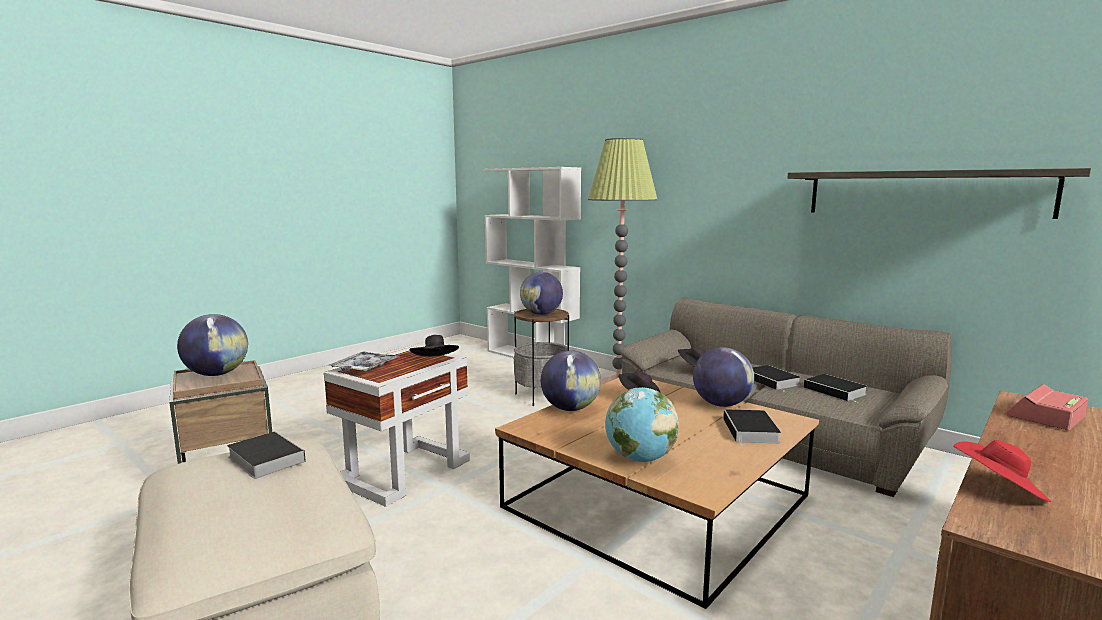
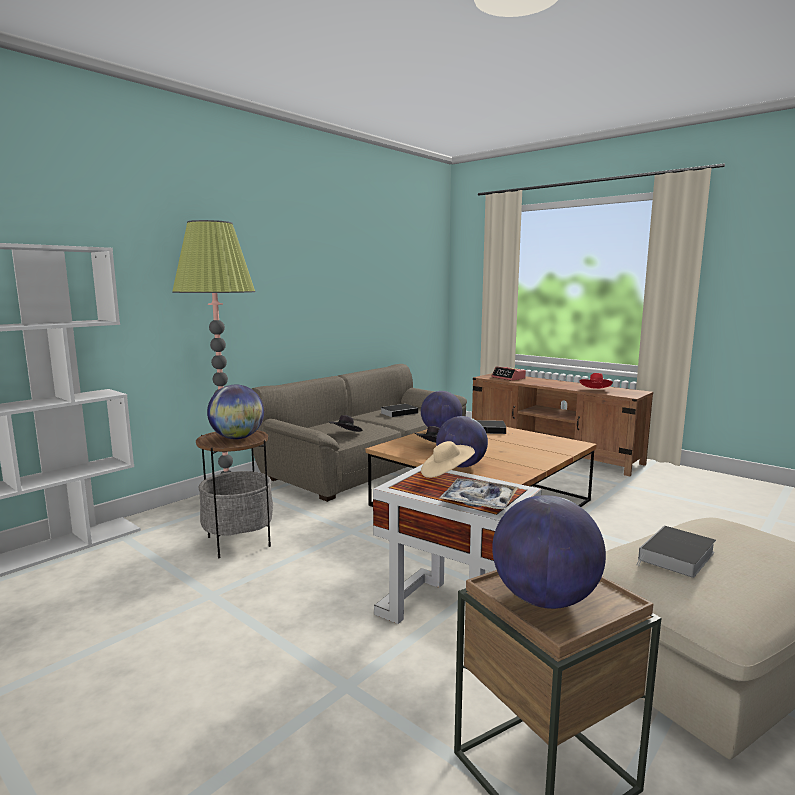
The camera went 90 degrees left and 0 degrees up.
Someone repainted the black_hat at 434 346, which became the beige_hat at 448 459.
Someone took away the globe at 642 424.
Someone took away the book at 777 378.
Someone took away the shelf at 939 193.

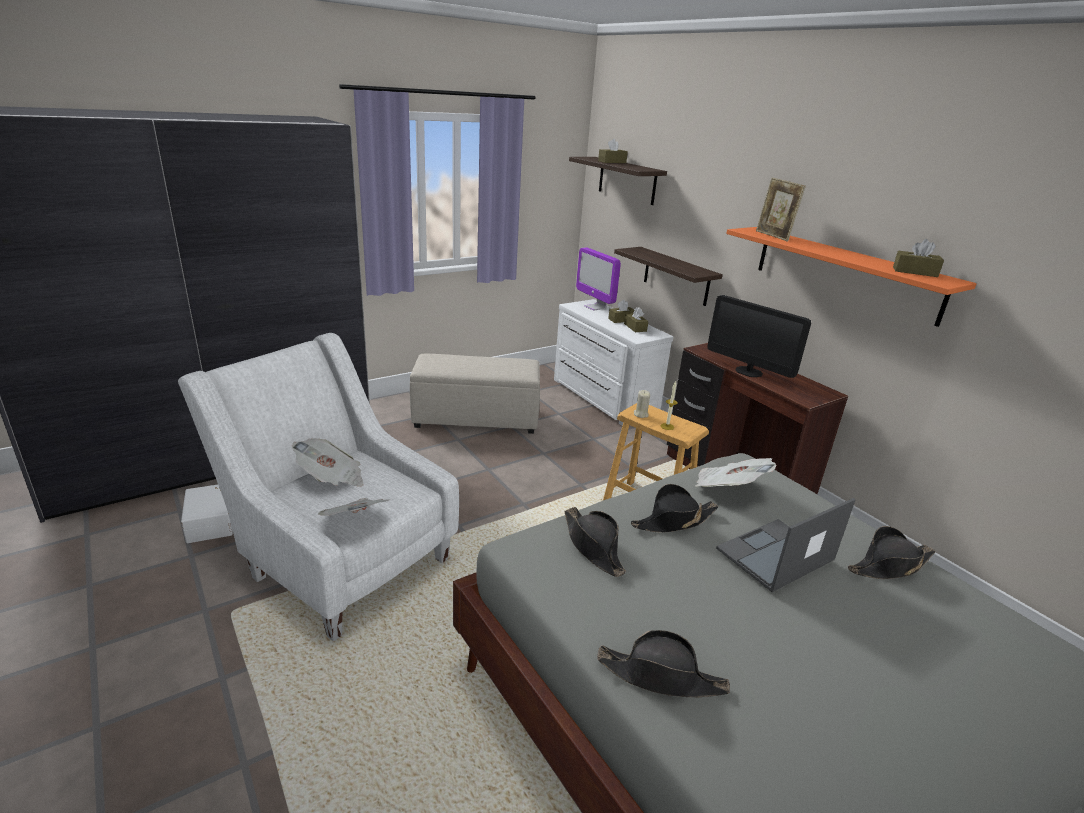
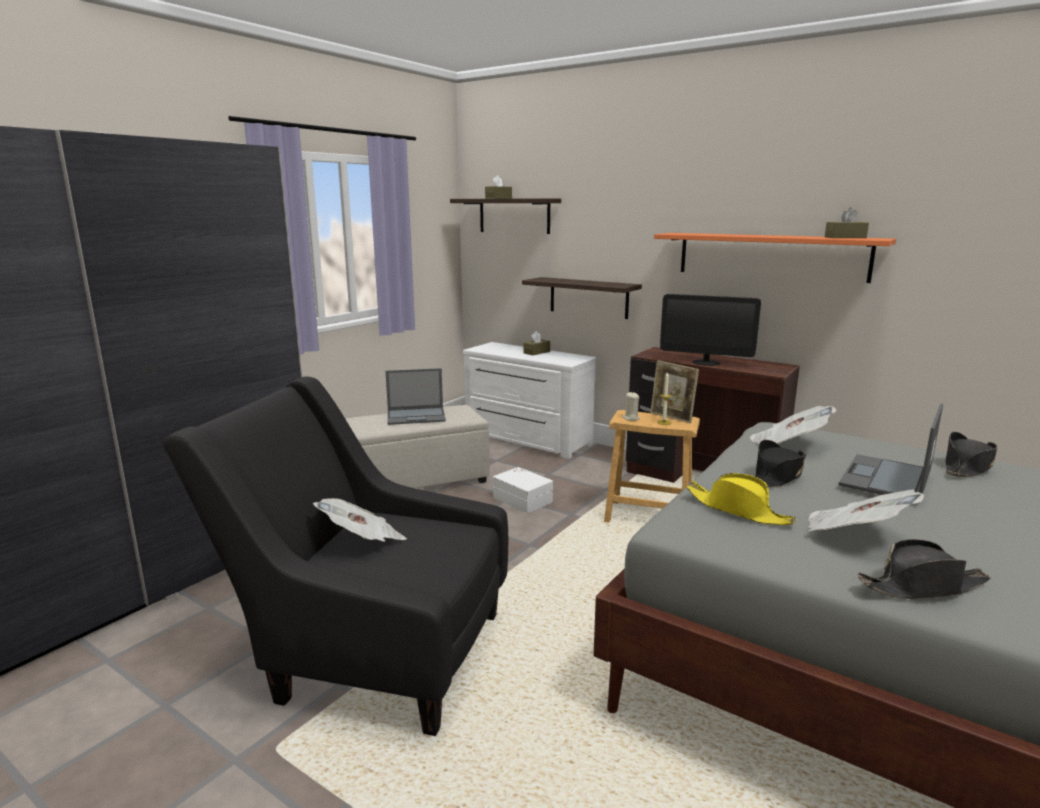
The camera went 20 degrees left and 10 degrees down.
Someone repainted the white_armchair at 318 487, which became the black_armchair at 335 556.
Someone carried the white_storage_box from 207 514 to 523 490.
Someone carried the newspaper from 354 507 to 866 510.
Someone repainted the black_hat at 595 542, which became the yellow_hat at 741 499.
Someone took away the monitor at 598 279.
Someone took away the brown_tissue_box at 636 319.
Someone carried the picture_frame from 781 209 to 674 391.
Someone put down the laptop at 415 396.

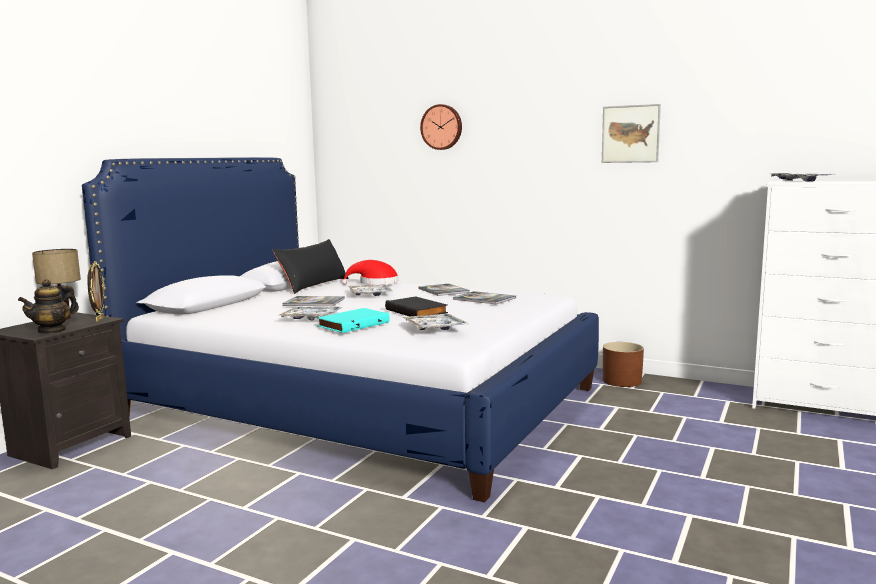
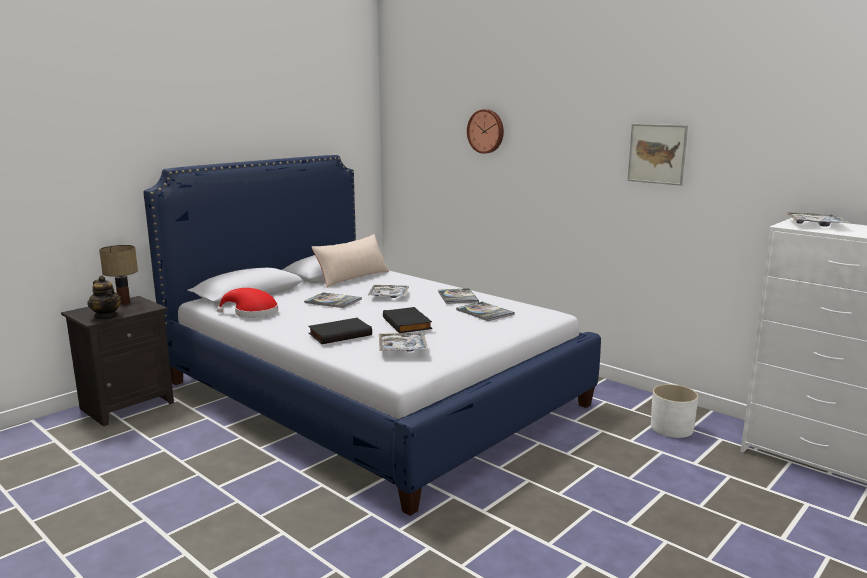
The camera went 15 degrees right and 5 degrees up.
Someone rotated the teapot at 48 306 by 90 degrees counterclockwise.
Someone took away the picture_frame at 96 291.
Someone repainted the black_pillow at 311 266, which became the beige_pillow at 350 261.
Someone took away the tray at 311 314.
Someone repainted the turquoise_book at 353 320, which became the black_book at 340 331.
Someone carried the red_hat from 370 272 to 247 303.
Someone took away the brown_planter at 623 364.
Someone put down the white_planter at 674 411.

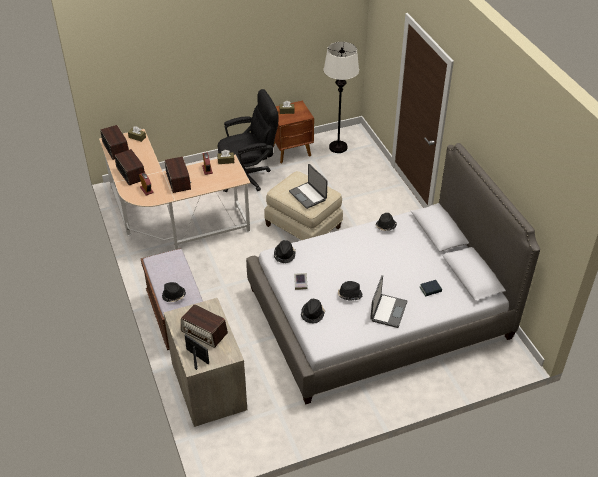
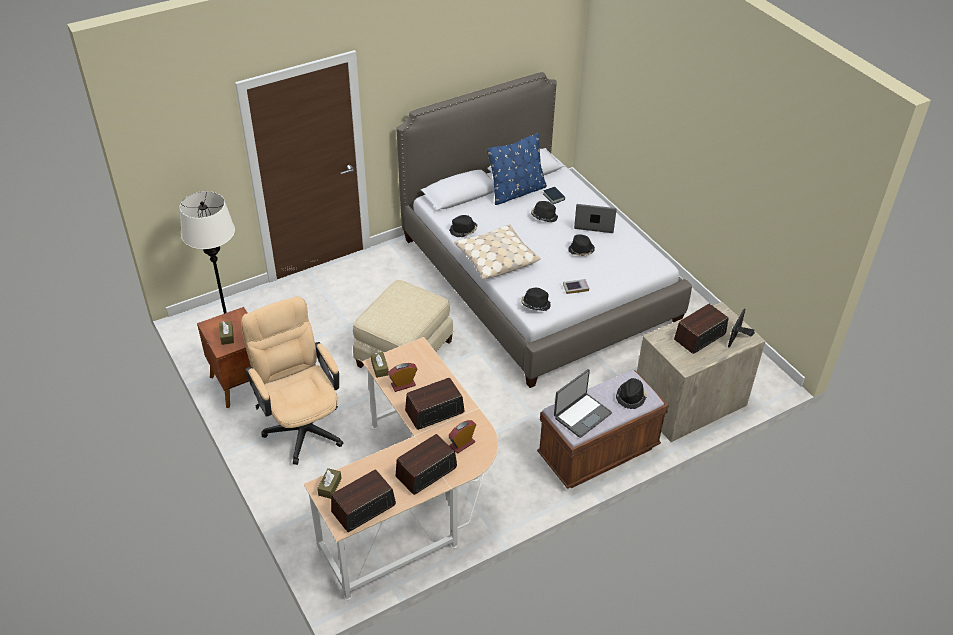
The camera went 100 degrees left and 0 degrees up.
Someone rotated the radio at 204 326 by 150 degrees counterclockwise.
Someone repainted the black_office_chair at 248 140, which became the beige_office_chair at 292 380.
Someone carried the laptop from 308 186 to 583 403.
Someone carried the black_hat from 313 311 to 544 212.
Someone put down the beige_pillow at 497 251.
Someone put down the blue_pillow at 517 169.

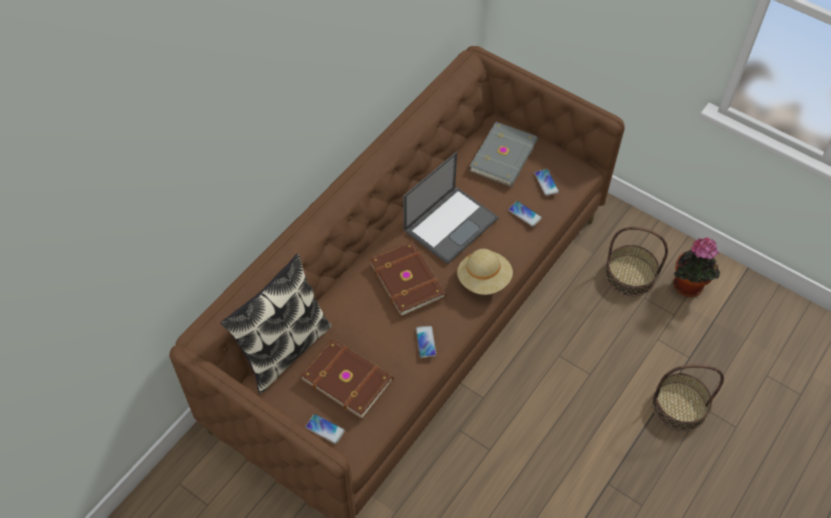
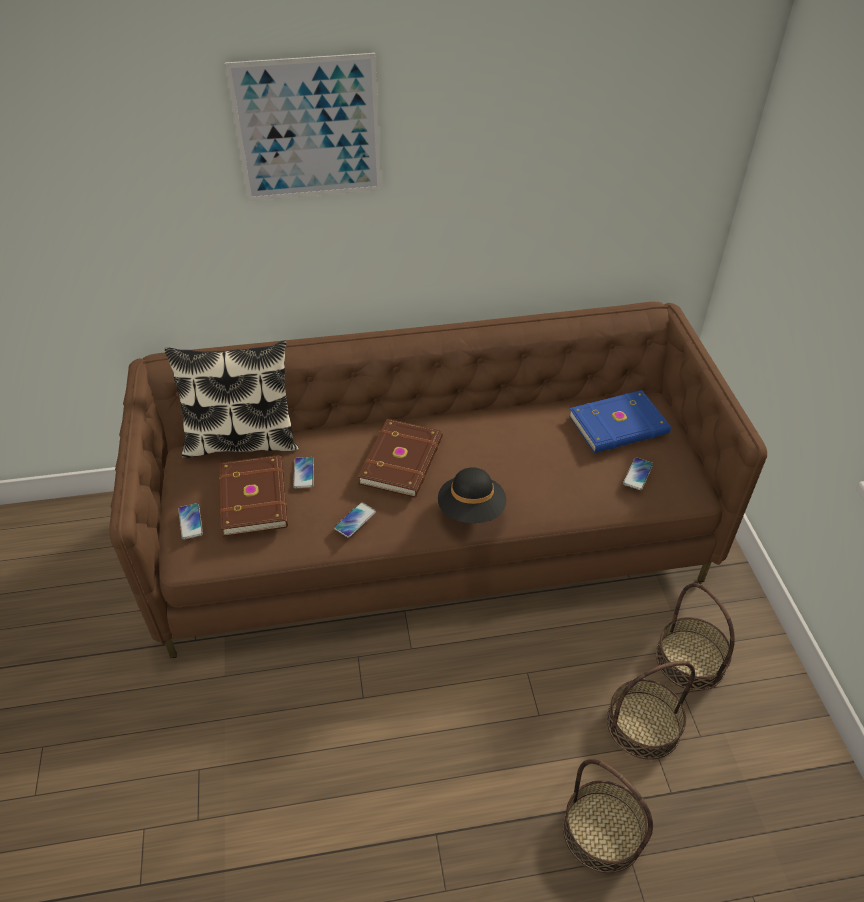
The camera went 45 degrees right and 10 degrees down.
Someone took away the laptop at 450 208.
Someone repainted the beige_hat at 485 272, which became the black_hat at 472 495.
Someone repainted the grey_book at 503 154, which became the blue_book at 620 421.
Someone carried the phone from 525 214 to 303 472.
Someone took away the potted_plant at 696 267.
Someone put up the picture at 303 127.
Someone put down the basket at 651 710.

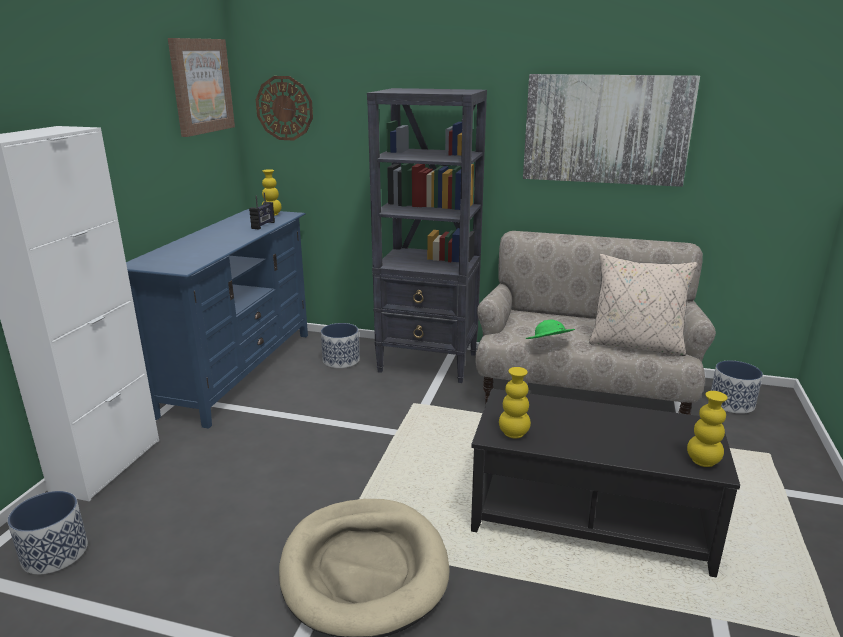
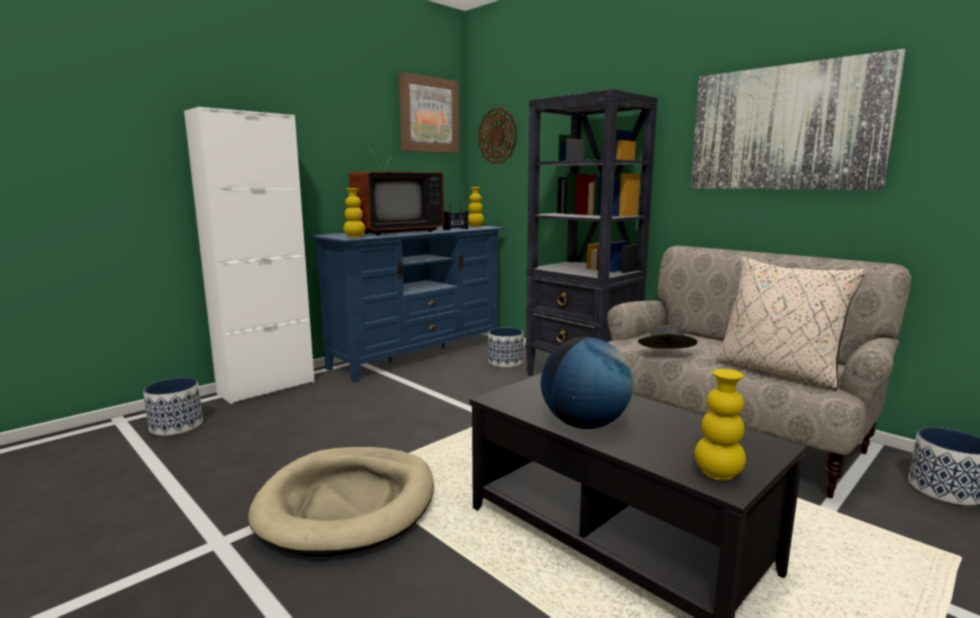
The camera went 30 degrees right and 10 degrees down.
Someone carried the yellow_vase from 515 403 to 354 213.
Someone repainted the green_hat at 550 329, which became the grey_hat at 668 337.
Someone put down the television at 396 189.
Someone put down the globe at 587 383.

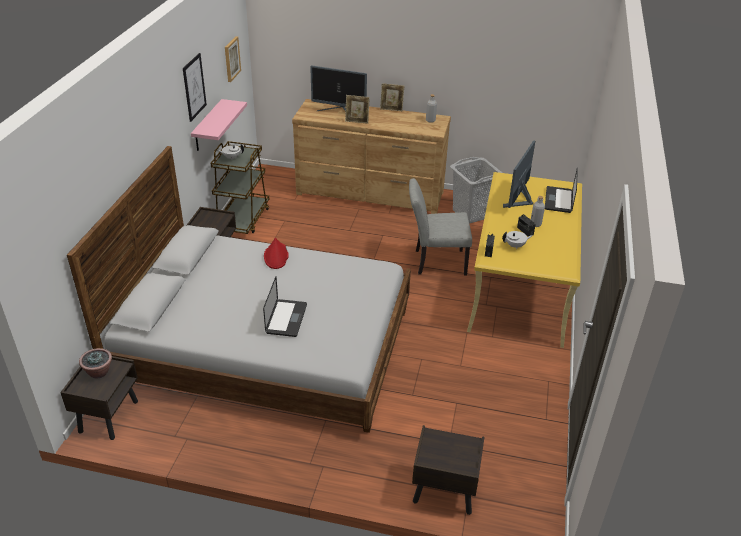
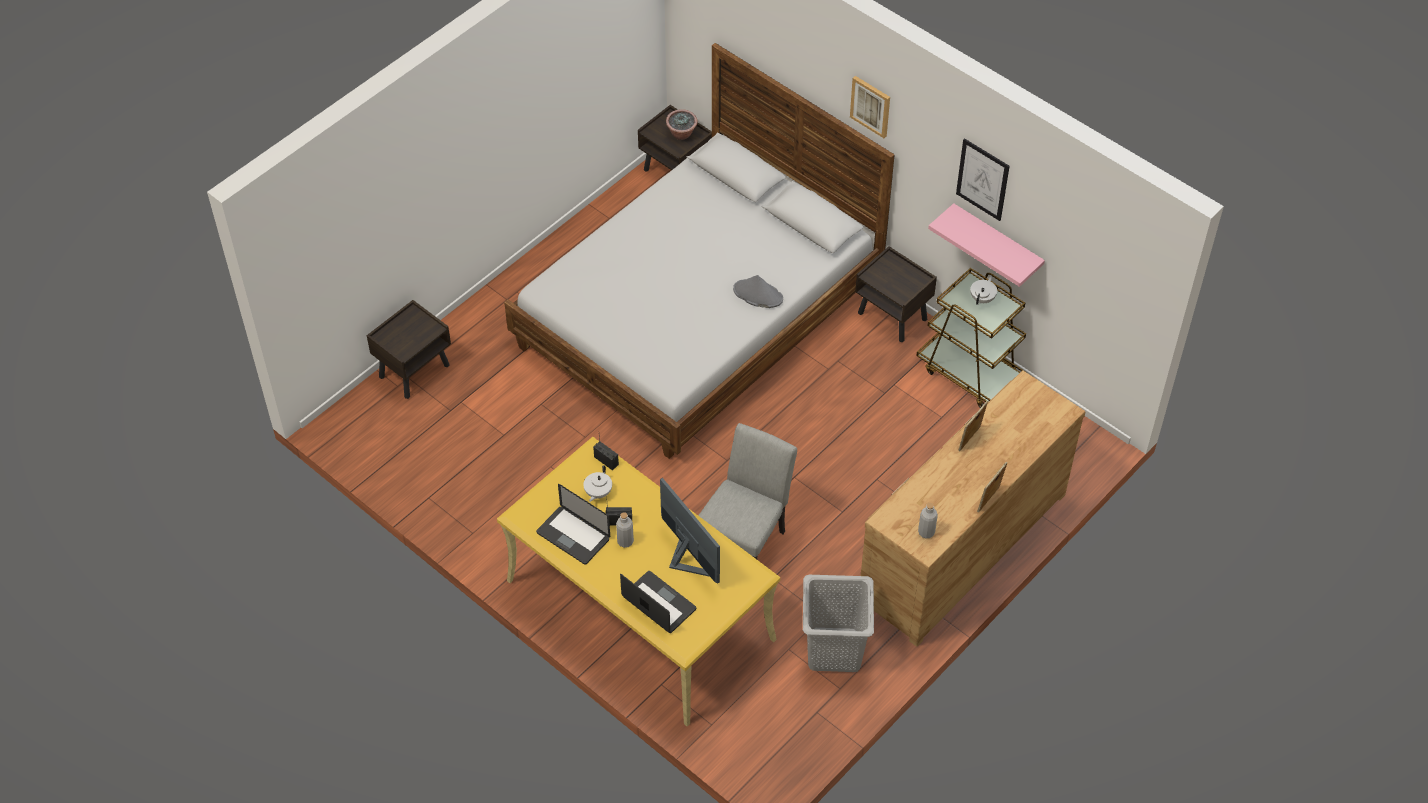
The camera went 120 degrees right and 15 degrees up.
Someone carried the picture from 233 59 to 870 107.
Someone carried the laptop from 285 307 to 573 524.
Someone repainted the red_hat at 276 253, which became the grey_hat at 758 291.
Someone took away the monitor at 338 88.

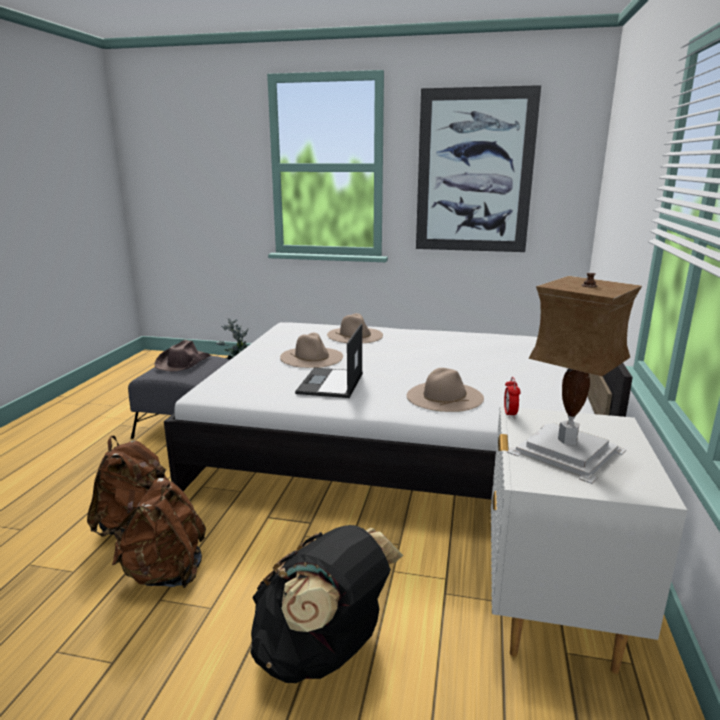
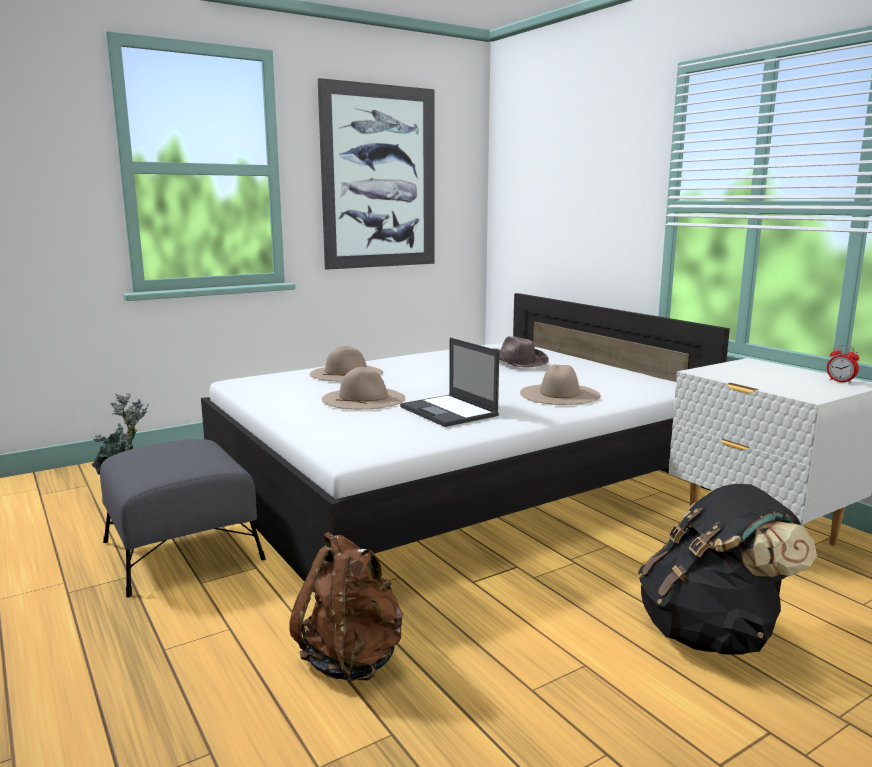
The camera went 45 degrees left and 5 degrees down.
Someone took away the brown_backpack at 159 533.
Someone carried the brown_hat from 182 355 to 521 351.
Someone carried the alarm_clock from 512 397 to 843 364.
Someone took away the table_lamp at 574 378.

